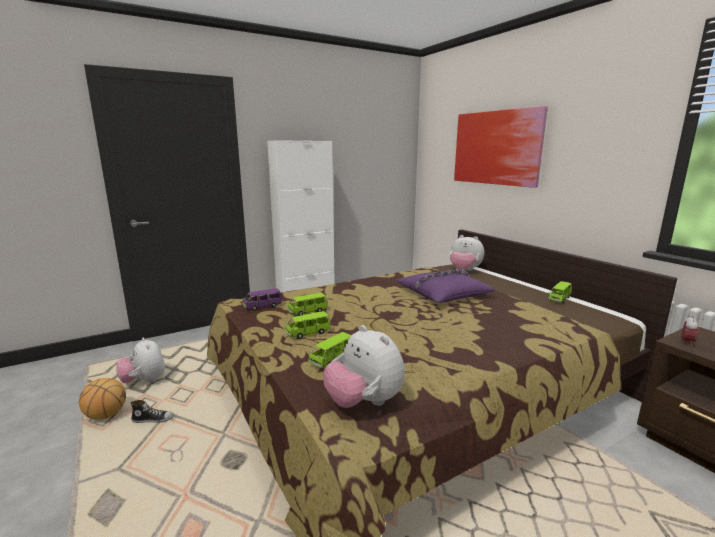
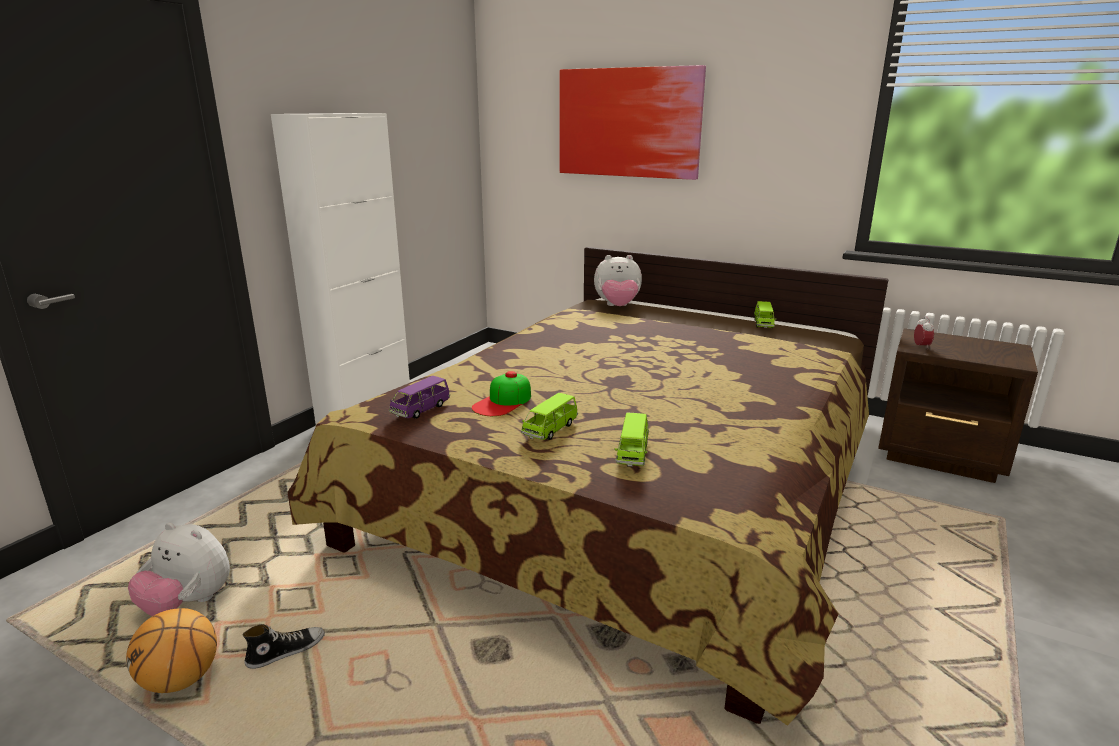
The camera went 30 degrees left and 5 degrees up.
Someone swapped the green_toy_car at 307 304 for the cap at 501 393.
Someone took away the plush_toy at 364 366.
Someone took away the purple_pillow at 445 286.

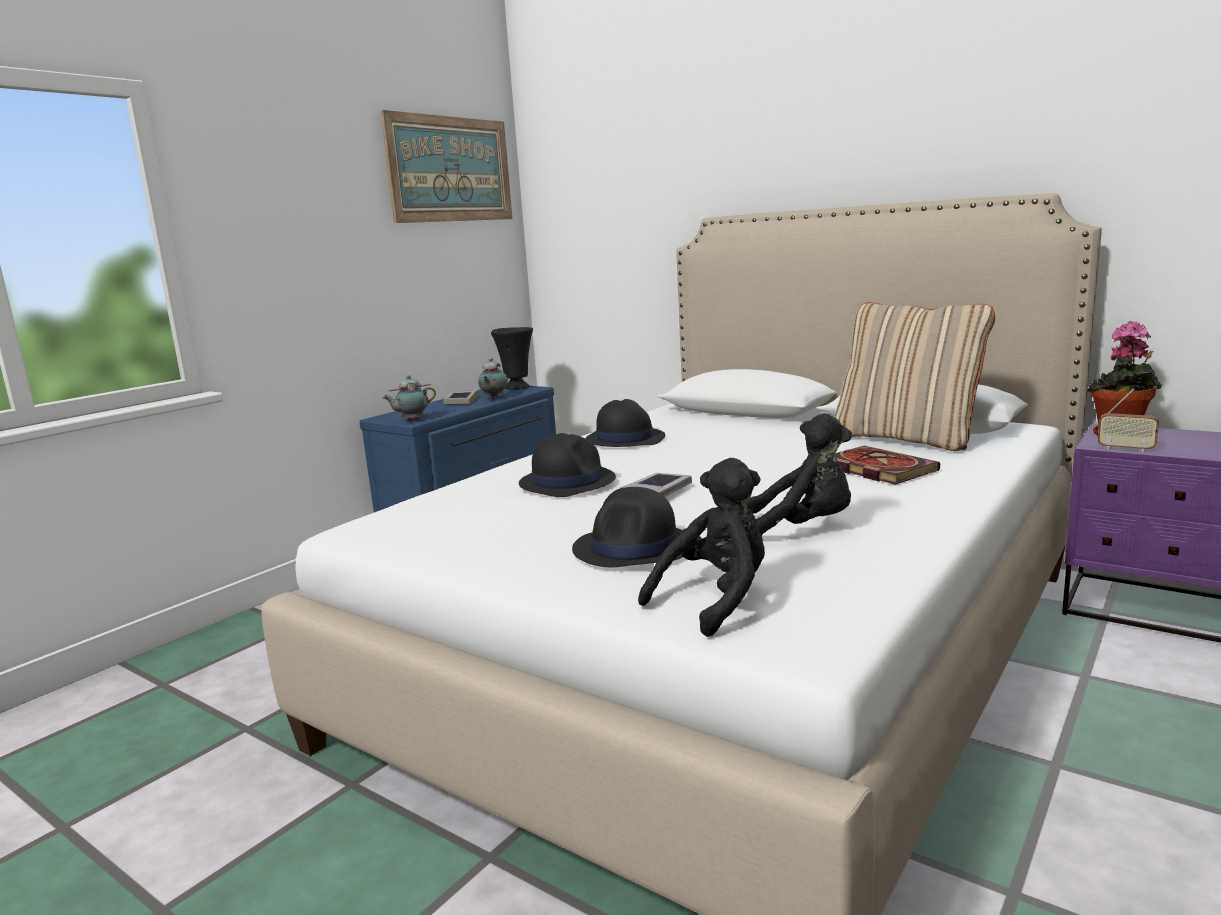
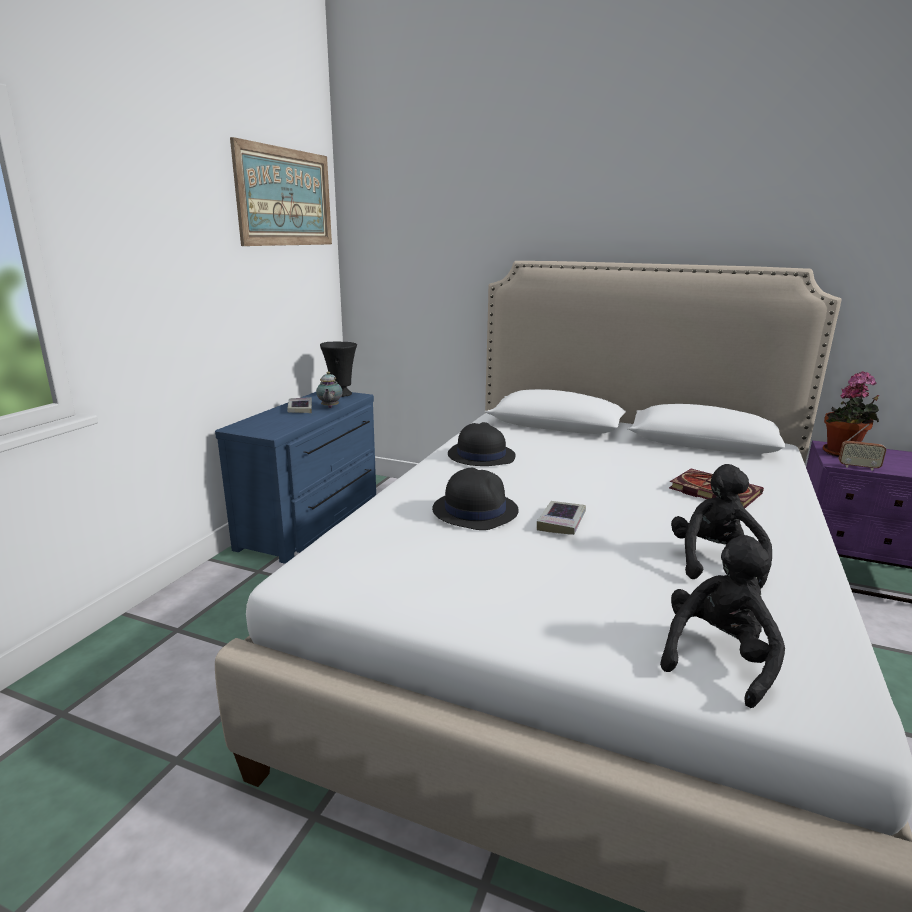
The camera went 15 degrees left and 5 degrees up.
Someone took away the teapot at 409 398.
Someone took away the black_hat at 627 527.
Someone rotated the black_plush_toy at 799 474 by 75 degrees counterclockwise.
Someone took away the beige_pillow at 915 376.

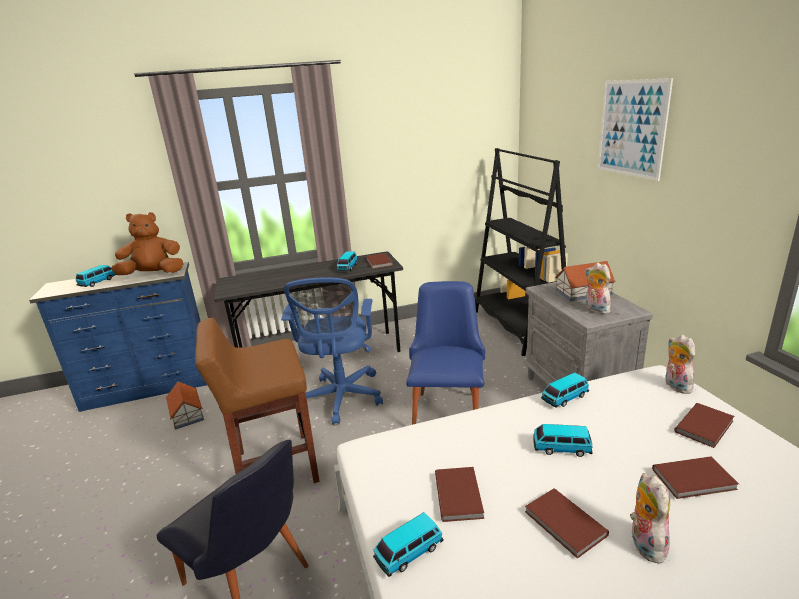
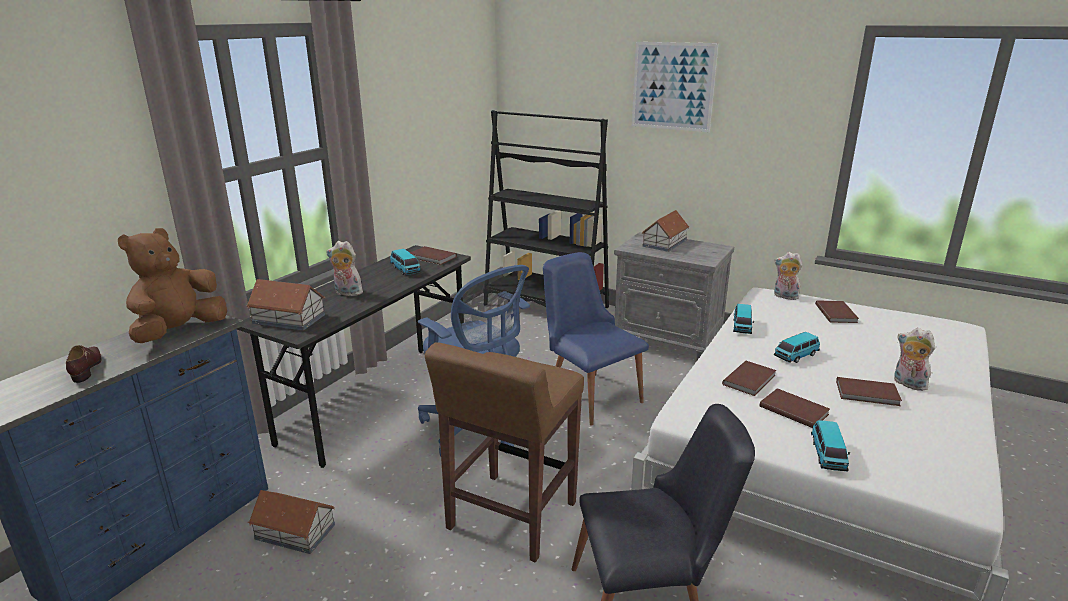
The camera went 45 degrees left and 0 degrees up.
Someone swapped the toy_car at 96 276 for the brown_shoe at 84 364.
Someone carried the plush_toy from 599 288 to 344 268.
Someone carried the brown_book from 695 477 to 749 378.
Someone put down the toy_house at 285 304.

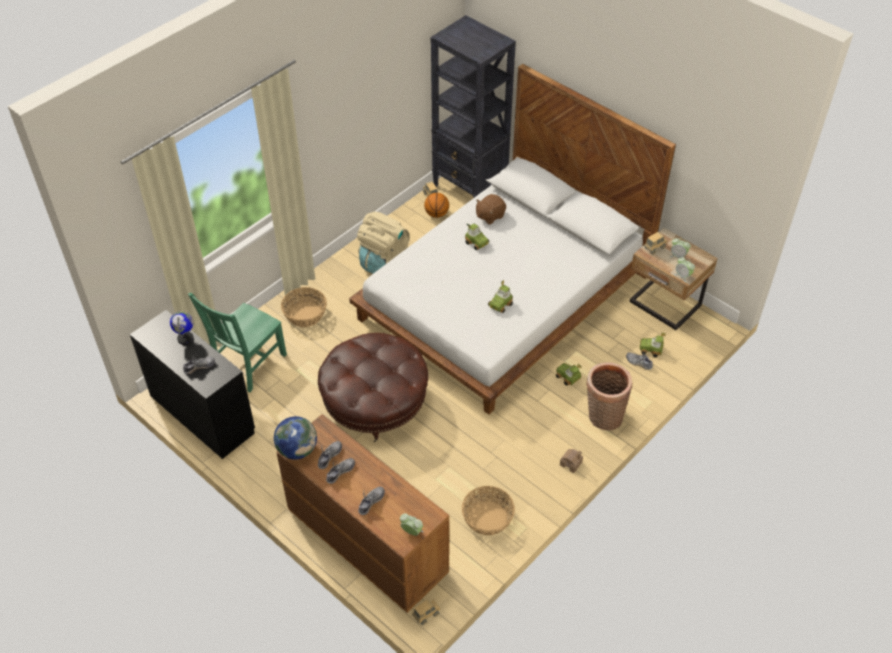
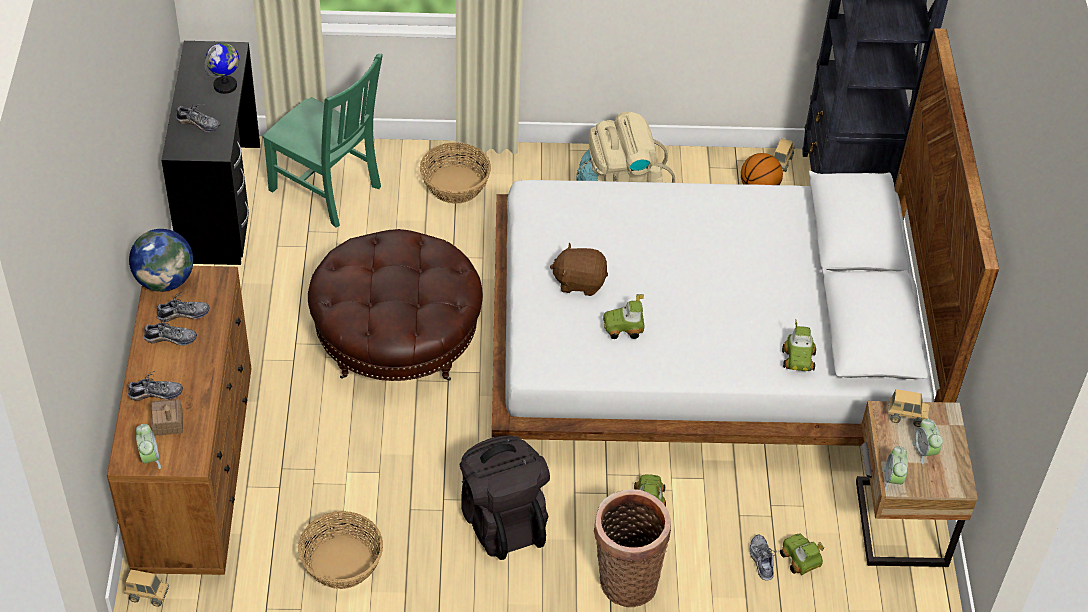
The camera went 45 degrees right and 0 degrees up.
Someone rotated the green_chair at 237 343 by 135 degrees counterclockwise.
Someone carried the toy_car from 477 236 to 799 345.
Someone carried the brown_plush_toy from 491 209 to 579 269.
Someone carried the toy_house from 571 461 to 167 417.
Someone put down the black_backpack at 505 497.

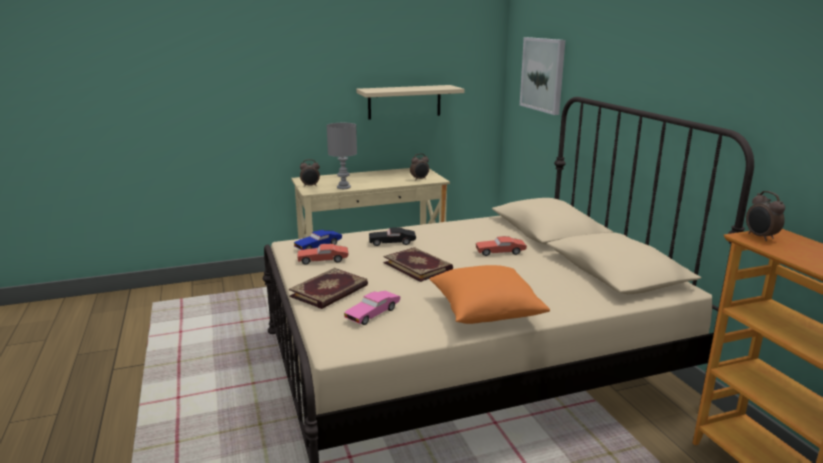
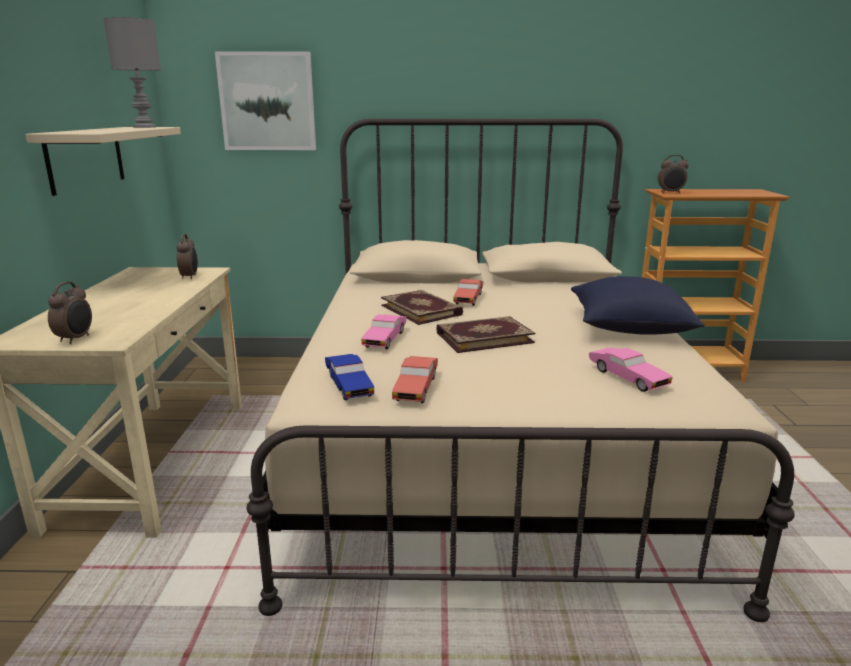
The camera went 70 degrees left and 0 degrees up.
Someone carried the book from 328 288 to 422 307.
Someone carried the grey_table_lamp from 342 156 to 132 72.
Someone repainted the black_toy_car at 392 236, which became the pink_toy_car at 384 331.
Someone repainted the orange_pillow at 489 294, which became the blue_pillow at 638 305.

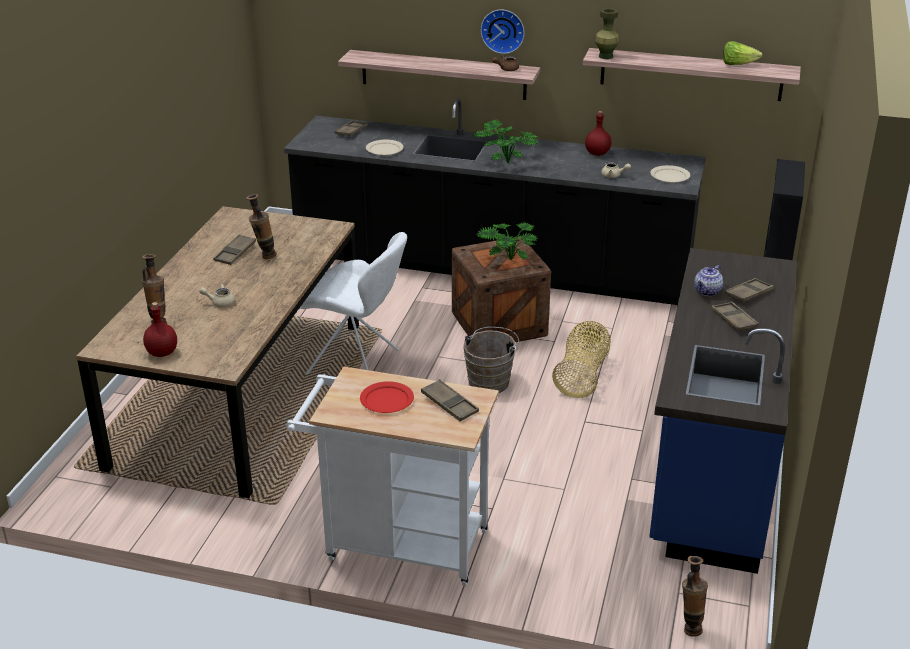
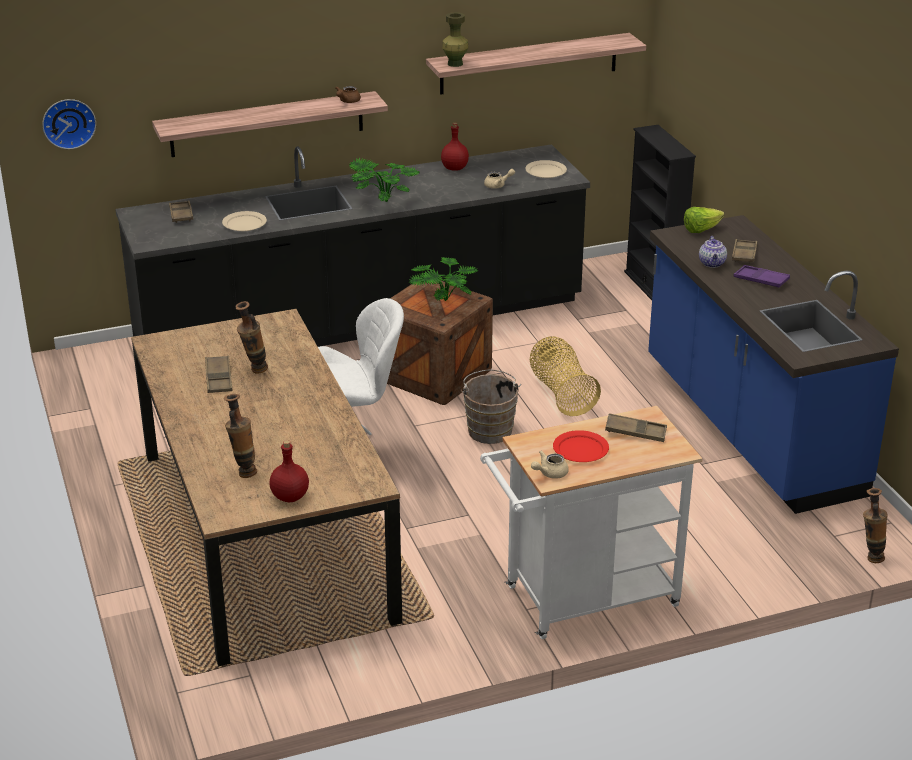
The camera went 35 degrees left and 0 degrees up.
Someone carried the beige_teapot from 217 296 to 550 465.
Someone carried the wall_clock from 503 32 to 69 124.
Someone repainted the brown_tray at 735 317, which became the purple_tray at 762 276.
Someone carried the lettuce from 743 53 to 704 220.

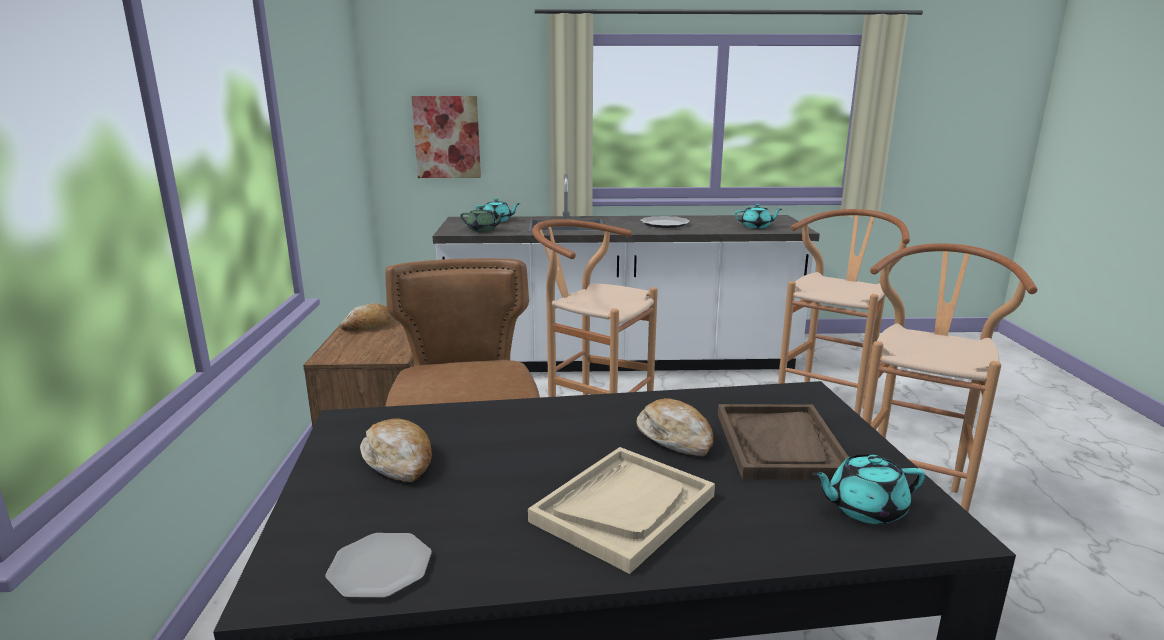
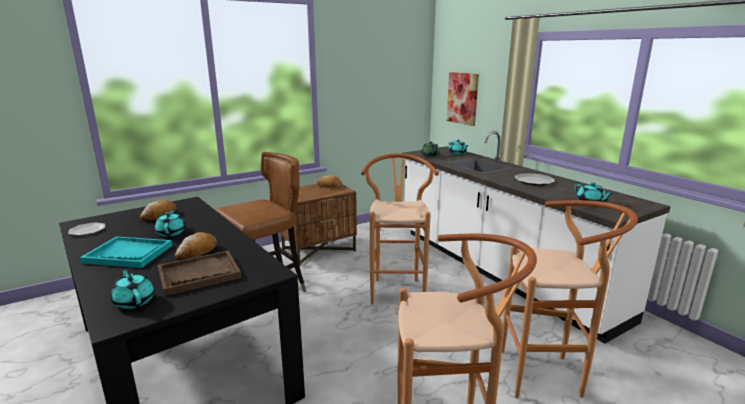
The camera went 60 degrees right and 0 degrees up.
Someone repainted the beige_tray at 621 510, which became the turquoise_tray at 126 252.
Someone put down the turquoise_teapot at 170 223.

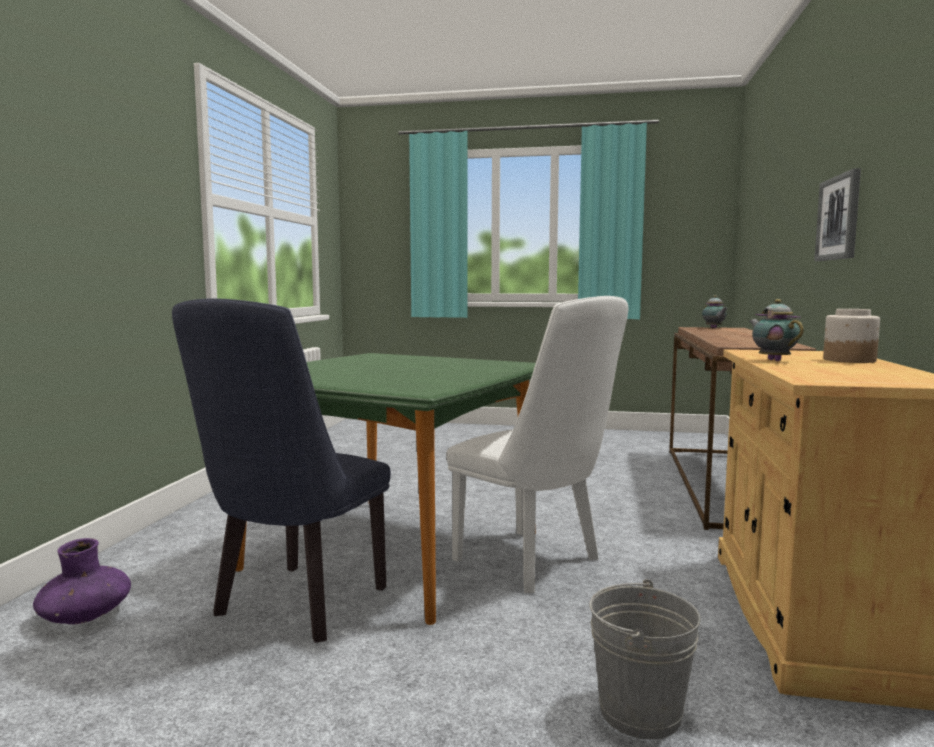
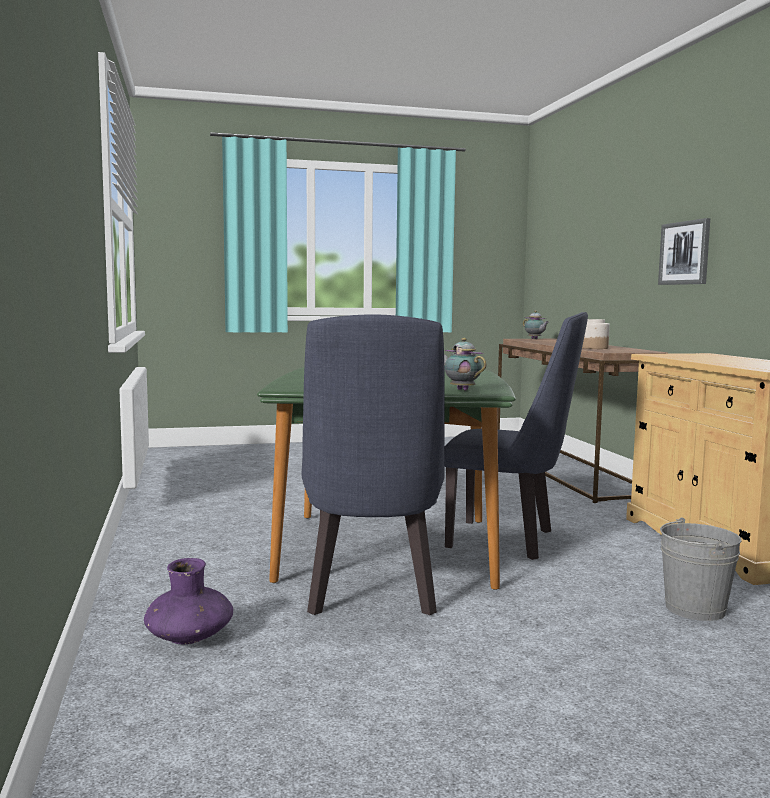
The camera went 25 degrees left and 0 degrees up.
Someone repainted the white_chair at 537 444, which became the blue_chair at 516 436.
Someone carried the teapot from 776 330 to 465 364.
Someone carried the jar from 851 336 to 596 334.

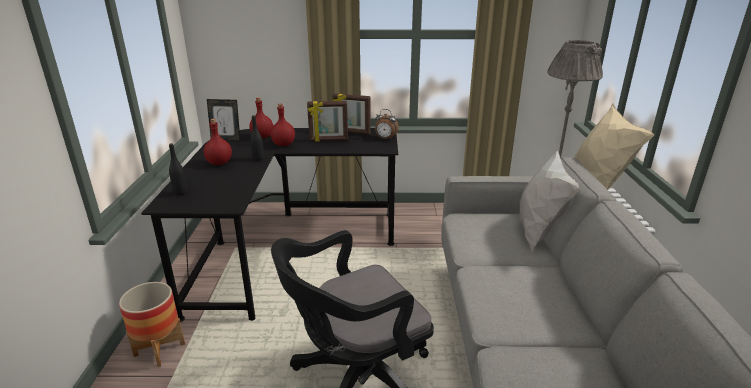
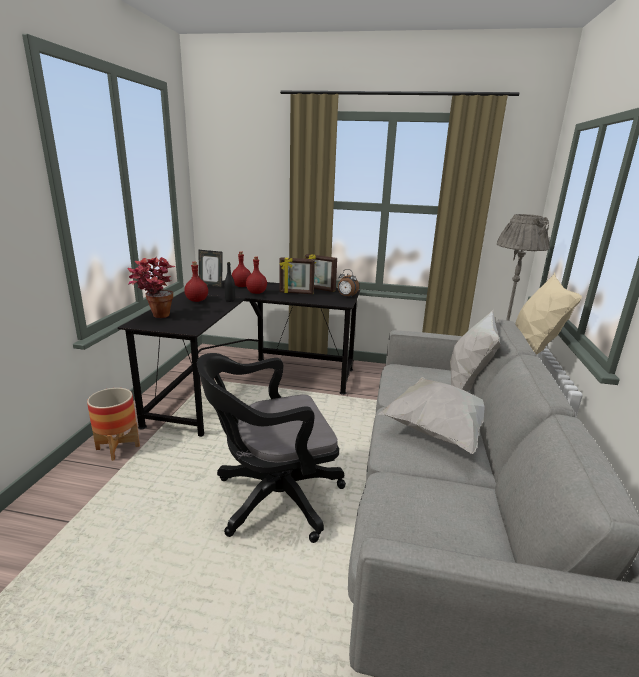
The camera went 10 degrees right and 5 degrees down.
Someone swapped the black_bottle at 178 169 for the potted_plant at 152 287.
Someone put down the white_pillow at 431 415.

